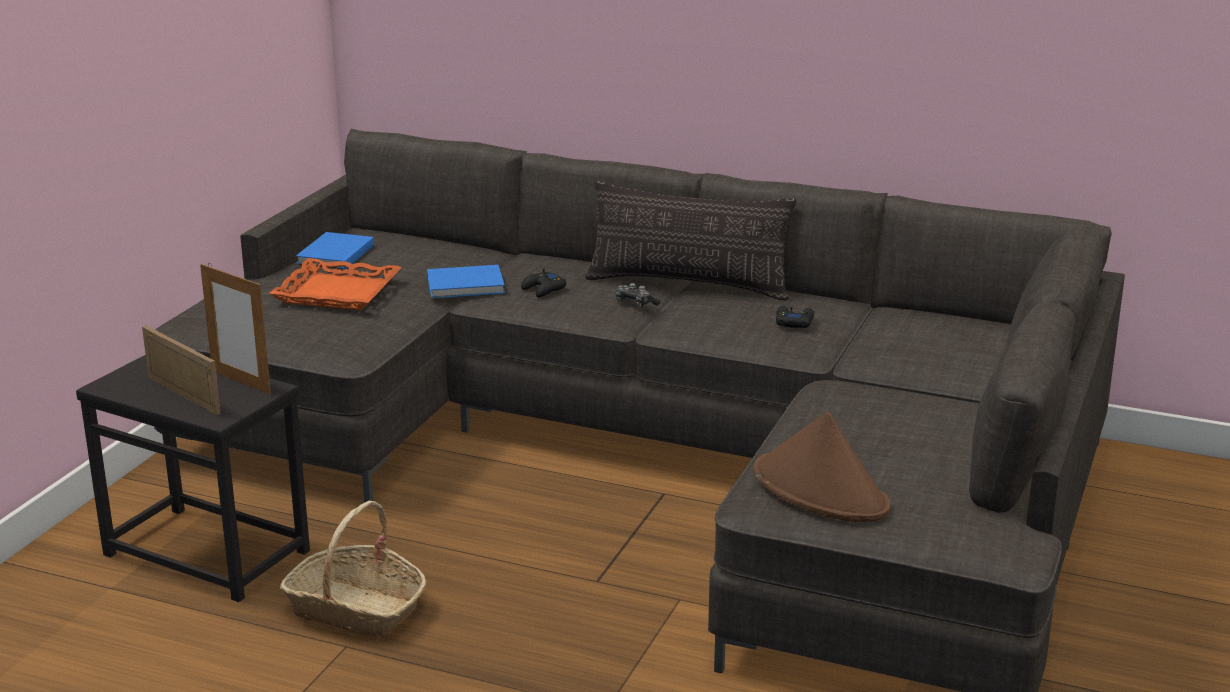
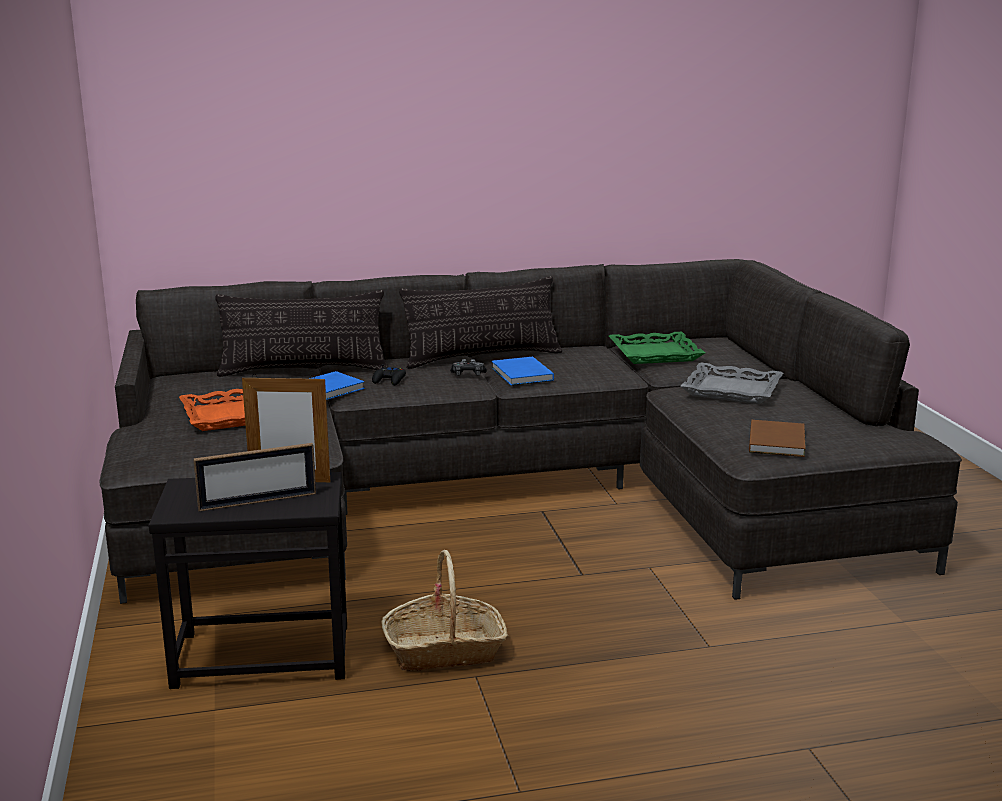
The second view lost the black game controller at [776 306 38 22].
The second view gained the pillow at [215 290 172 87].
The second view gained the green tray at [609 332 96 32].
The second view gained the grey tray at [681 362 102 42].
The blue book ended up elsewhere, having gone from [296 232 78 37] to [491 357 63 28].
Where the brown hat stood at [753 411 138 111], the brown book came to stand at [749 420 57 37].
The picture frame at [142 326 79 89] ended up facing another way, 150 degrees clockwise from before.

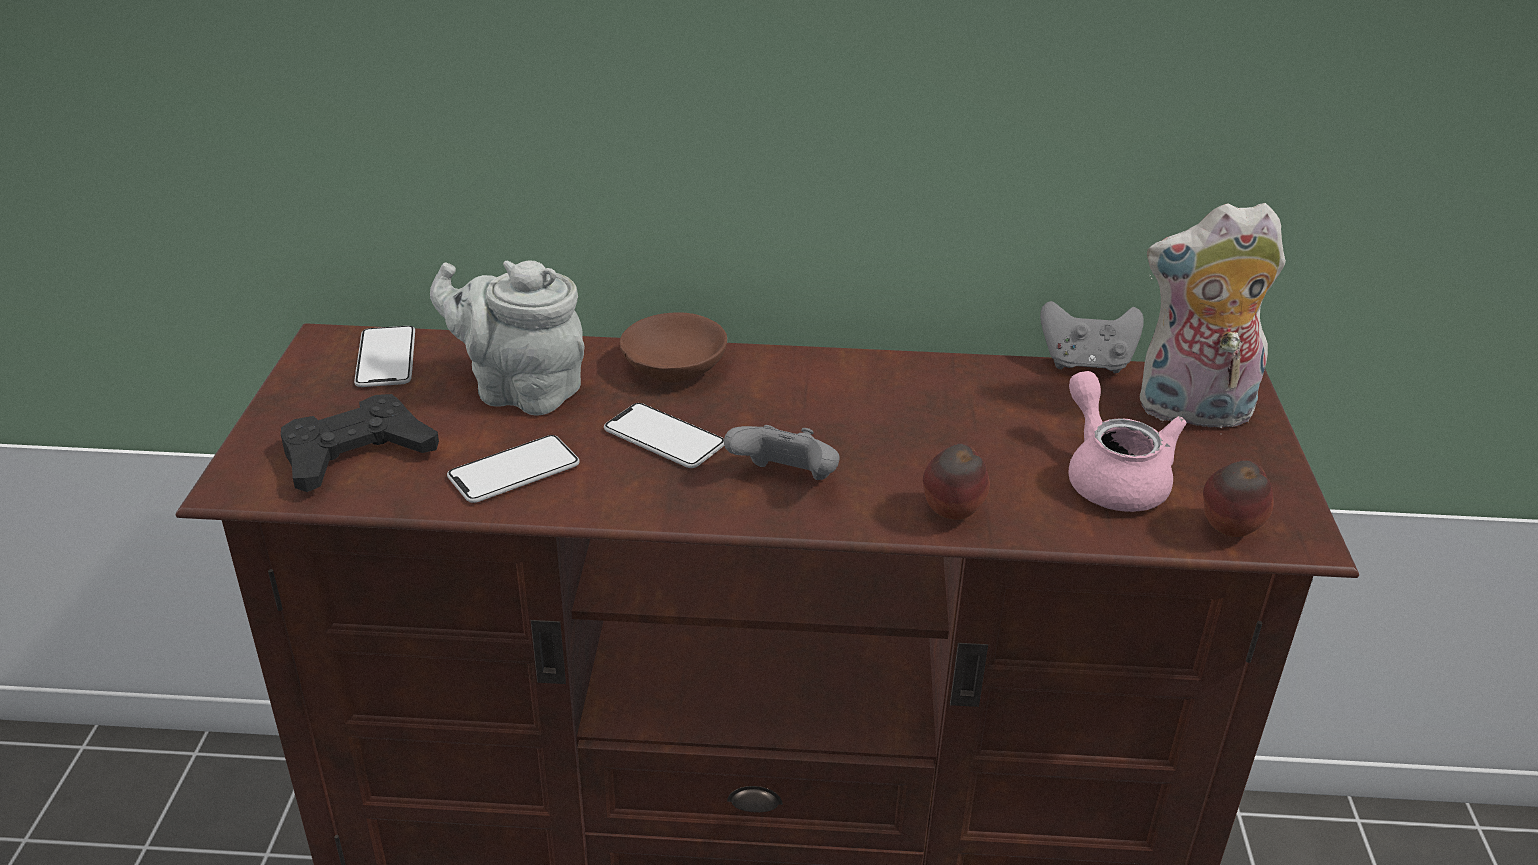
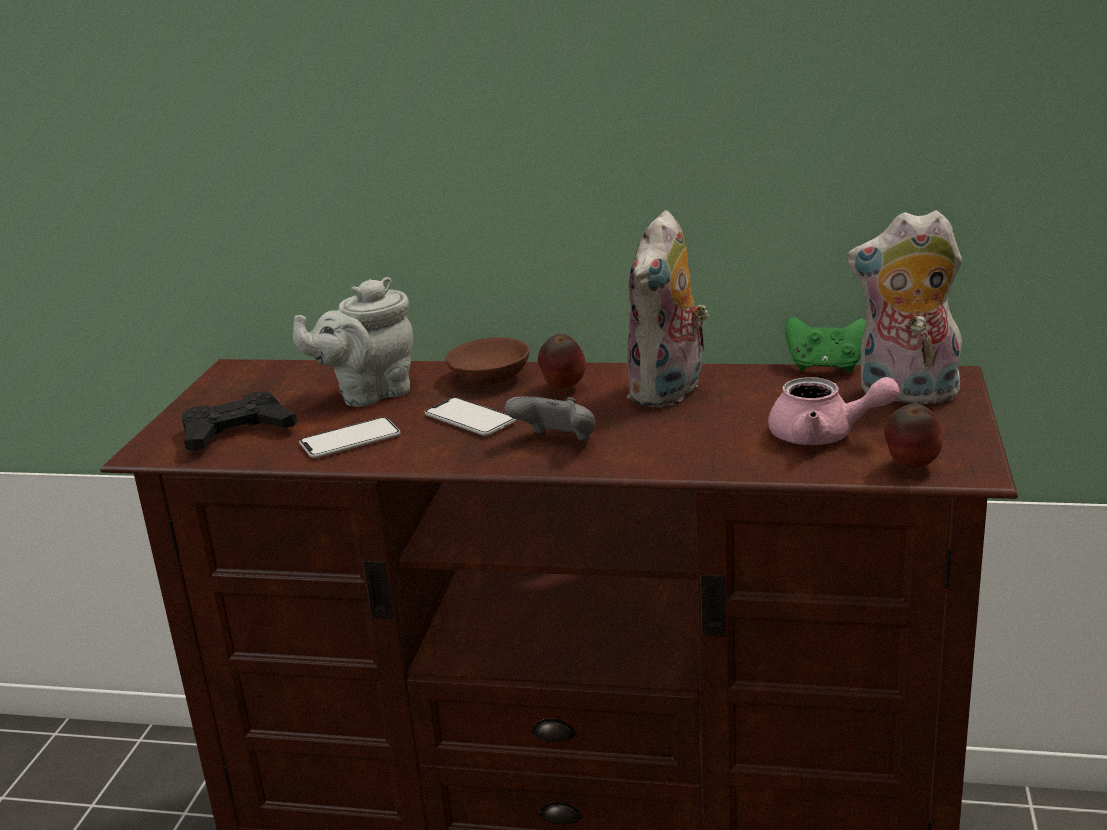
The second view lost the phone at [354 326 61 61].
The second view gained the plush toy at [627 210 82 198].
The apple ended up elsewhere, having gone from [923 443 67 77] to [538 334 48 56].
What was the grey game controller at [1040 301 104 72] turned into the green game controller at [785 317 81 56].
The grey teapot at [430 260 155 155] ended up facing another way, 60 degrees counterclockwise from before.
The pink teapot at [1068 371 119 141] ended up facing another way, 120 degrees clockwise from before.

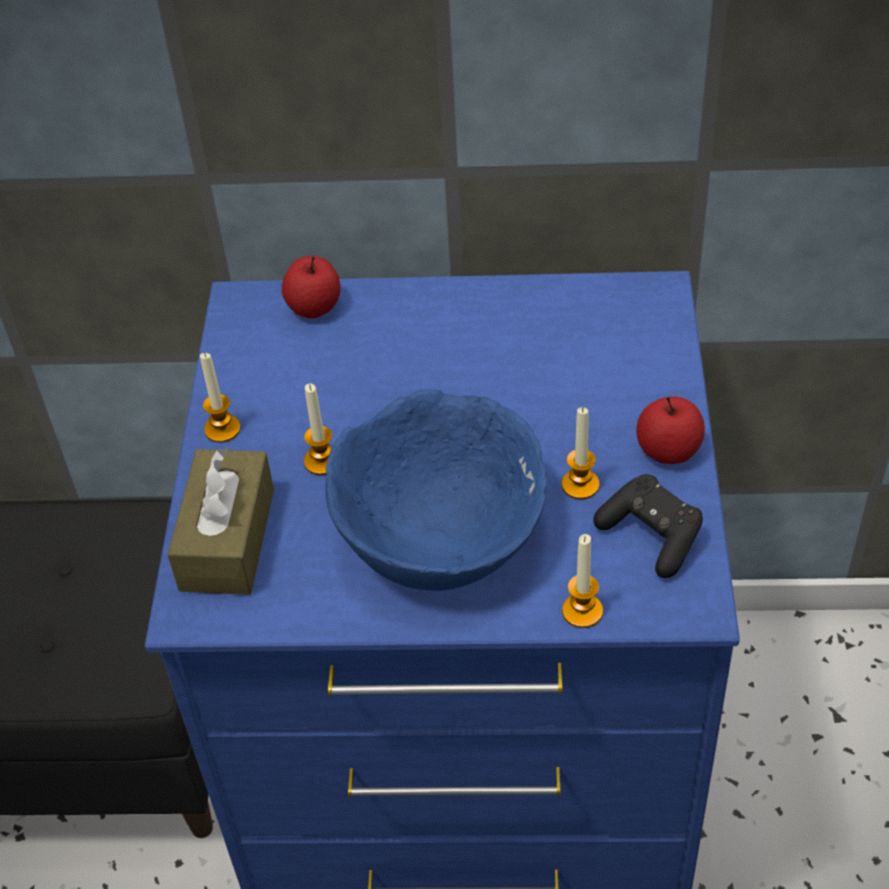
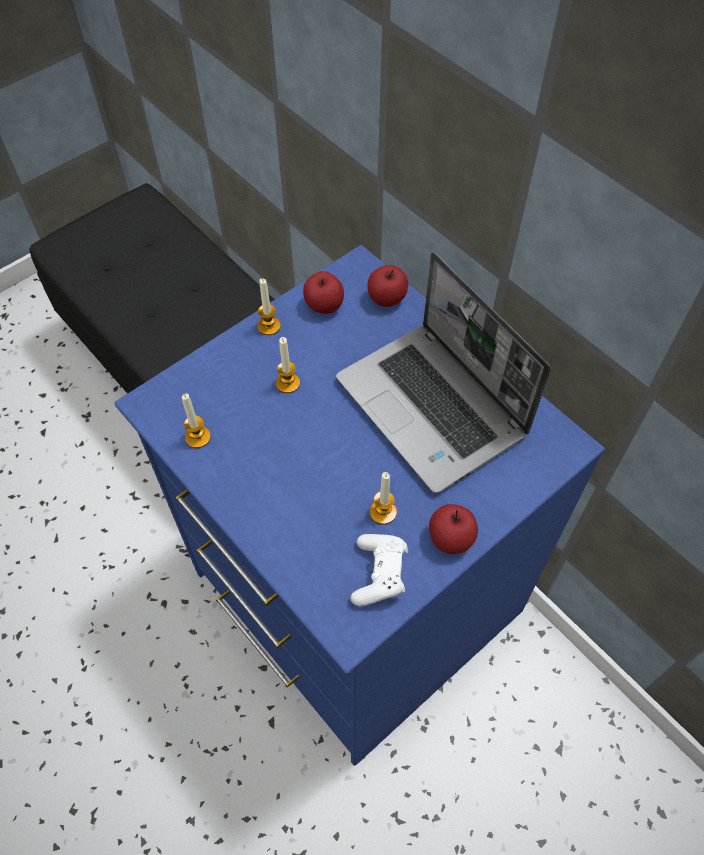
The second view lost the brown tissue box at [167 447 107 148].
The second view lost the blue bowl at [325 389 222 202].
The second view gained the apple at [303 271 41 43].
The second view gained the laptop at [336 252 215 241].
The candle ended up elsewhere, having gone from [562 534 41 94] to [182 394 29 54].
What was the black game controller at [593 474 110 104] turned into the white game controller at [350 534 58 73].

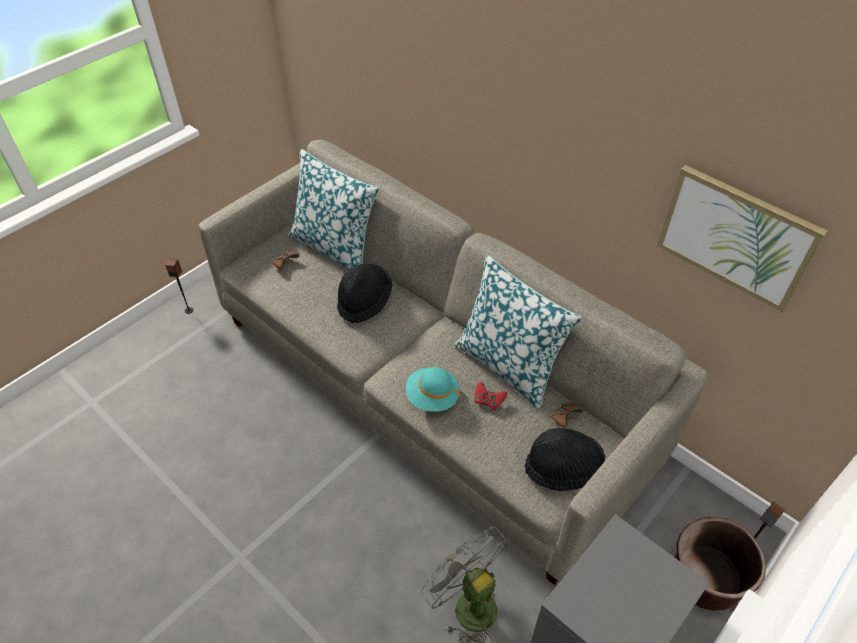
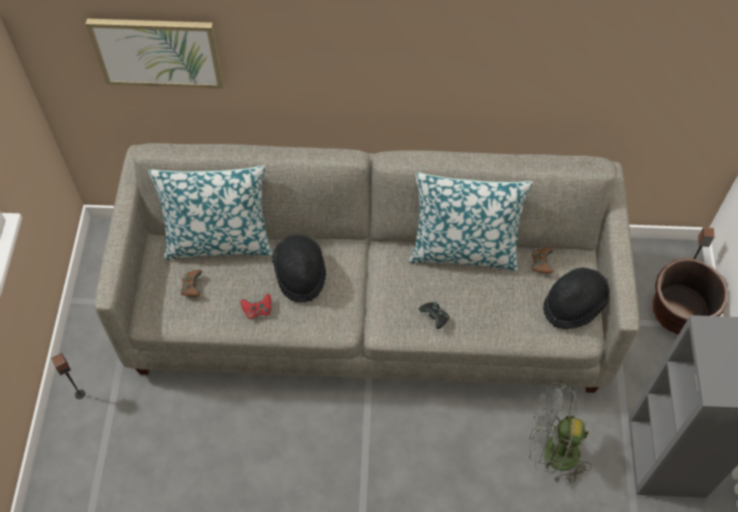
The red game controller ended up elsewhere, having gone from [475 382 32 28] to [241 294 30 25].
The picture ended up elsewhere, having gone from [657 165 171 147] to [86 19 138 70].
Where the turquoise hat stood at [406 367 54 45], the black game controller came to stand at [419 302 31 27].

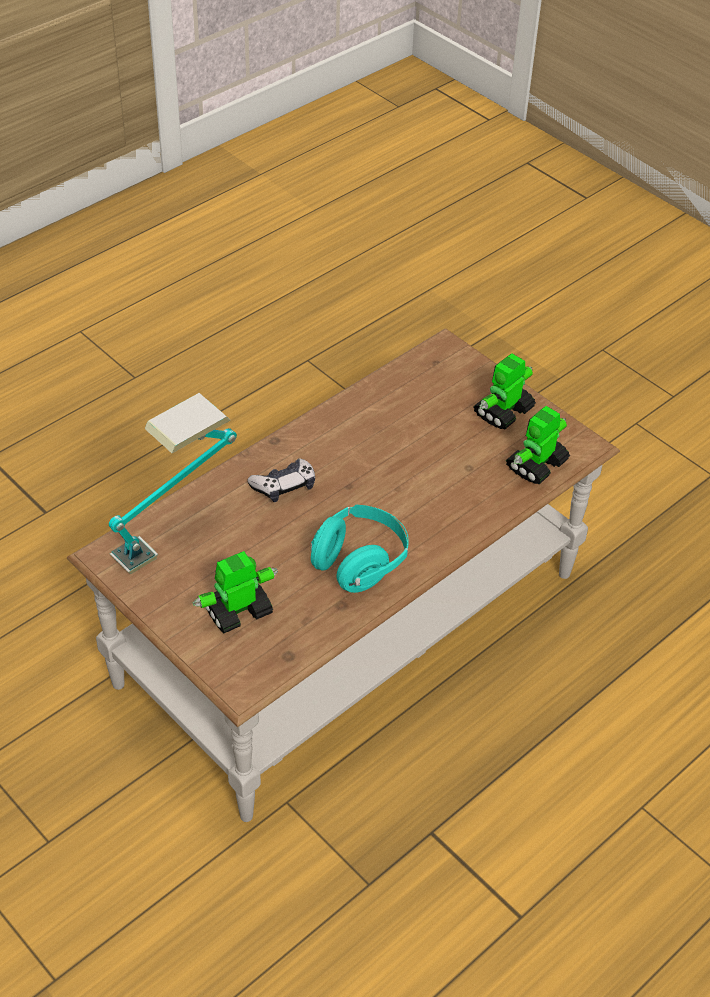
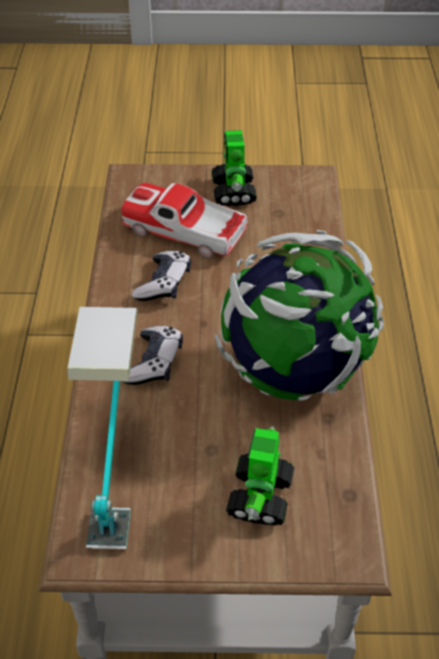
The second view lost the toy robot at [506 406 64 78].
The second view gained the toy car at [121 183 127 75].
The second view gained the game controller at [132 251 59 50].
Where the turquoise headphones stood at [311 505 98 88], the globe came to stand at [214 230 170 171].

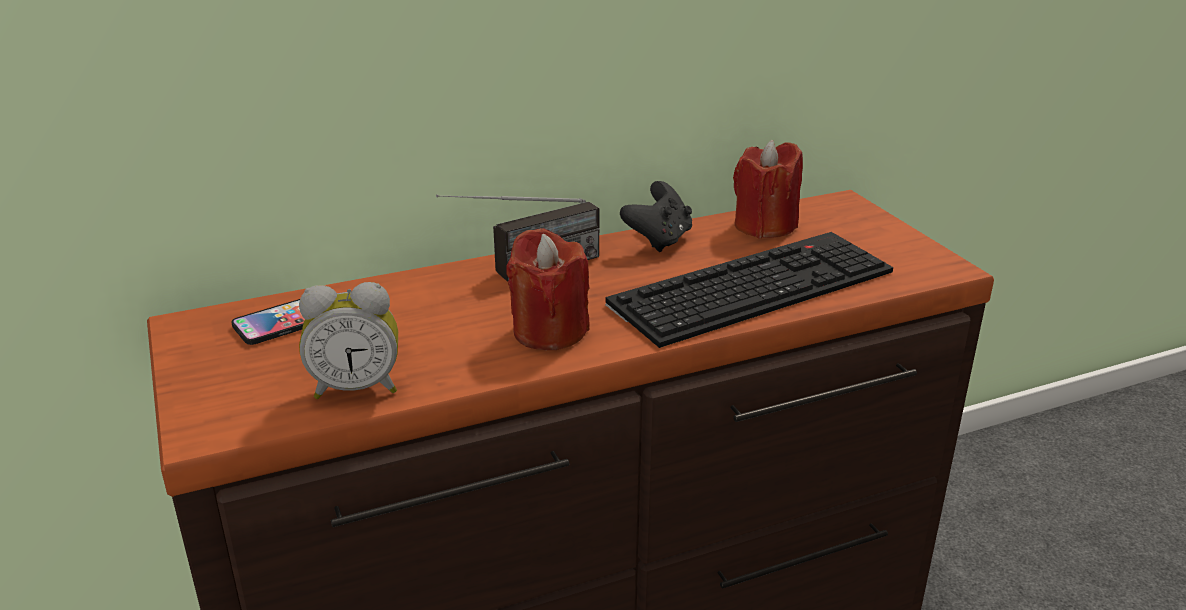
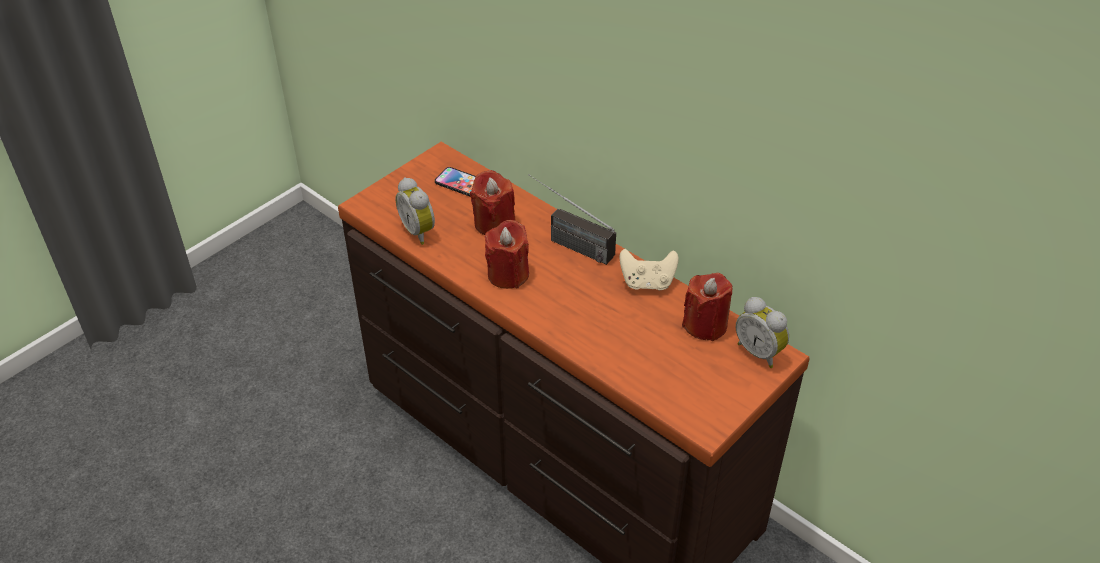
The second view lost the keyboard at [605 232 288 116].
The second view gained the red candle at [470 170 46 65].
The second view gained the alarm clock at [736 297 53 71].
What was the black game controller at [620 181 72 71] turned into the beige game controller at [619 249 59 41].

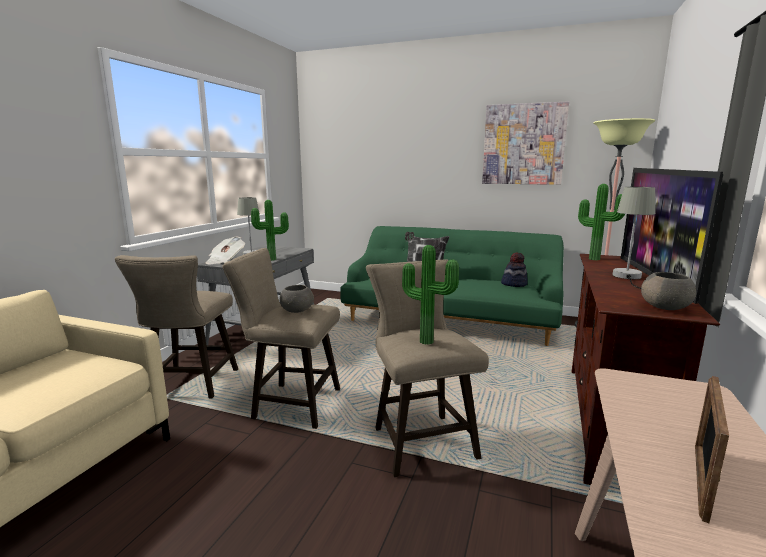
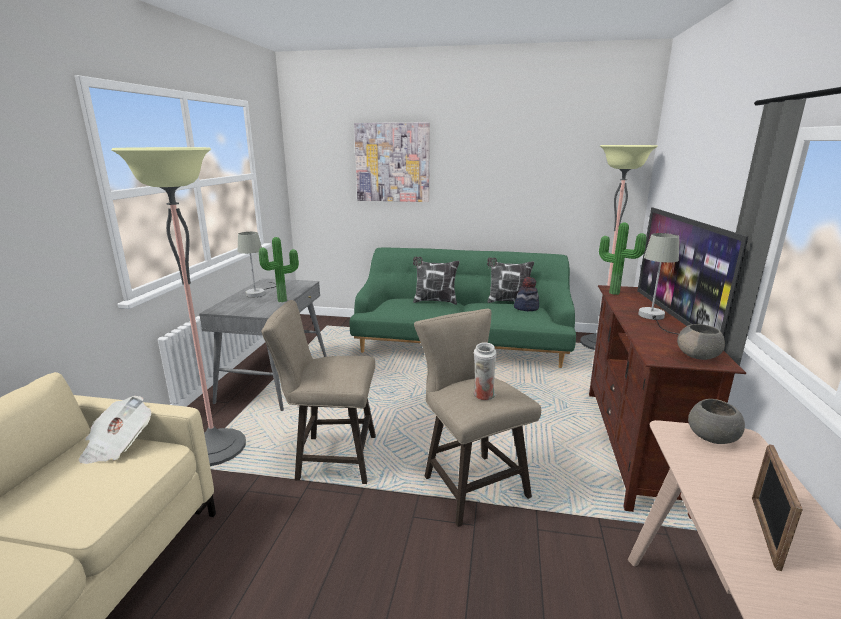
The second view gained the pillow at [487 257 47 46].
The newspaper ended up elsewhere, having gone from [205 237 40 27] to [78 396 73 68].
The grey bowl ended up elsewhere, having gone from [280 285 34 28] to [688 399 57 45].
The picture ended up elsewhere, having gone from [482 101 87 84] to [354 123 76 79].
Where the beige stool stood at [115 255 123 143], the floor lamp came to stand at [112 147 134 319].
Where the potted plant stood at [402 245 57 100], the white vase came to stand at [474 342 23 58].

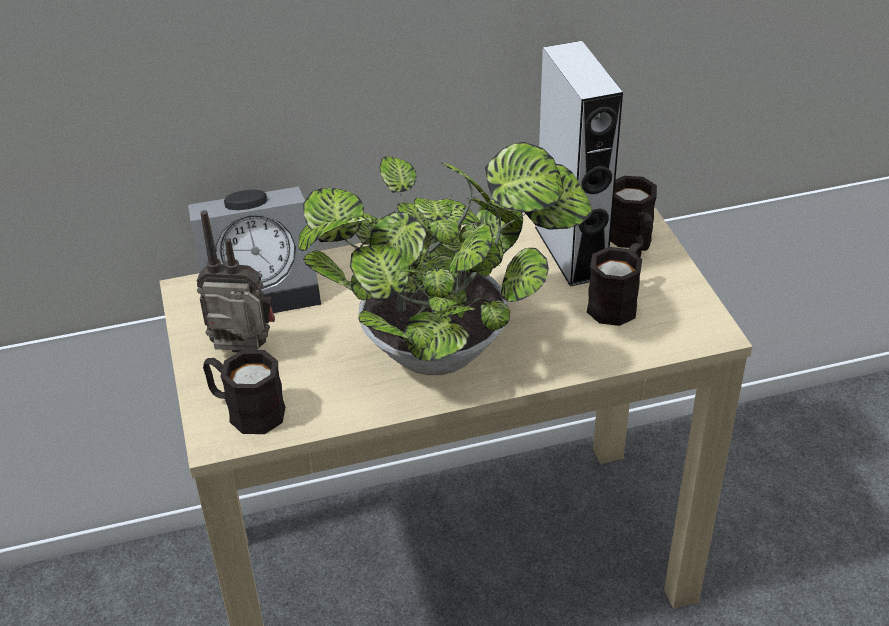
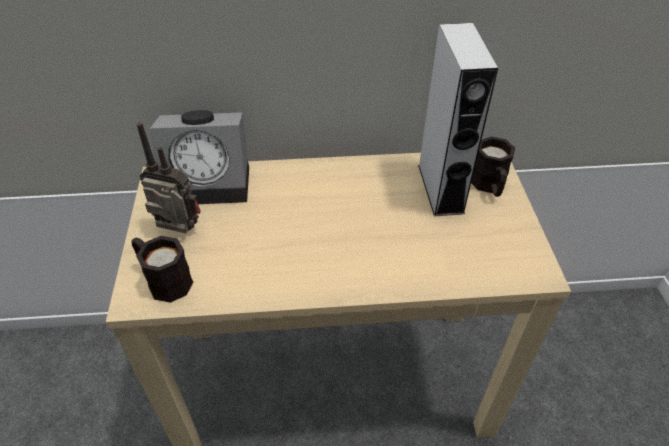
The second view lost the potted plant at [299 142 293 233].
The second view lost the black mug at [587 243 55 83].

